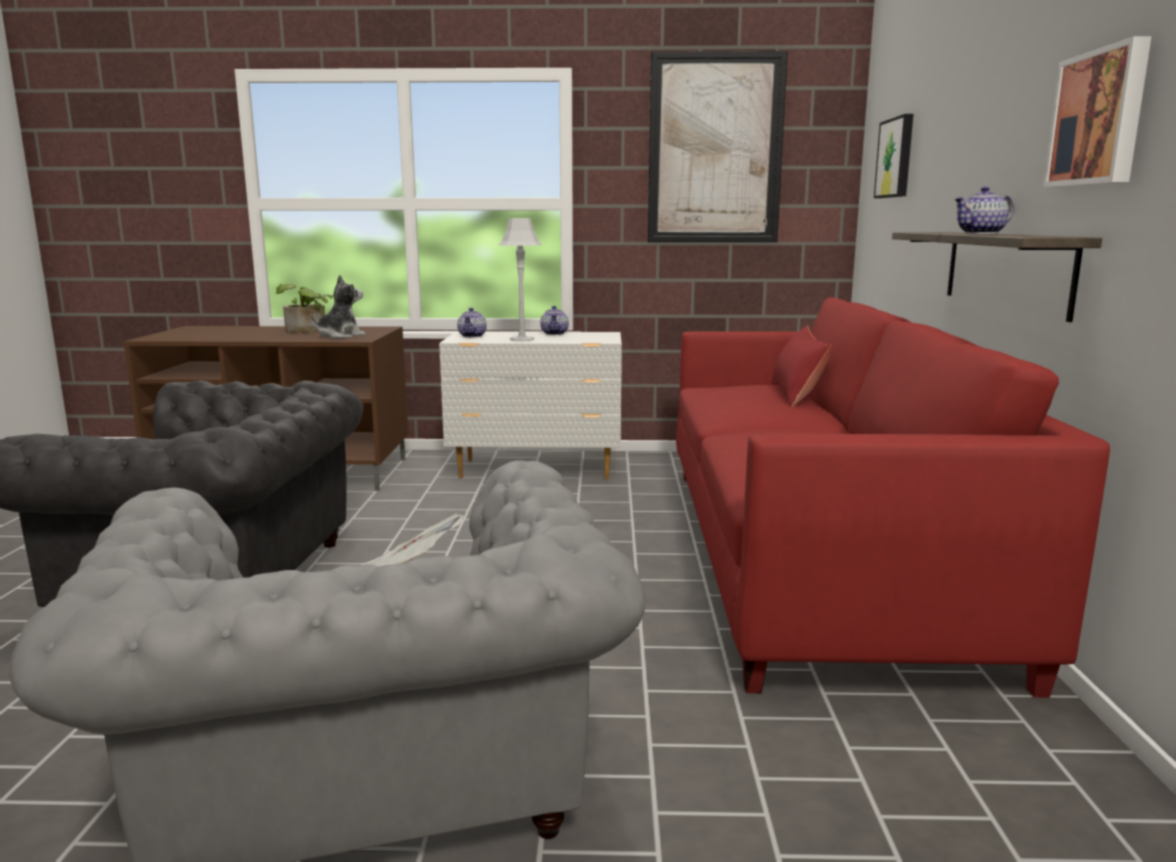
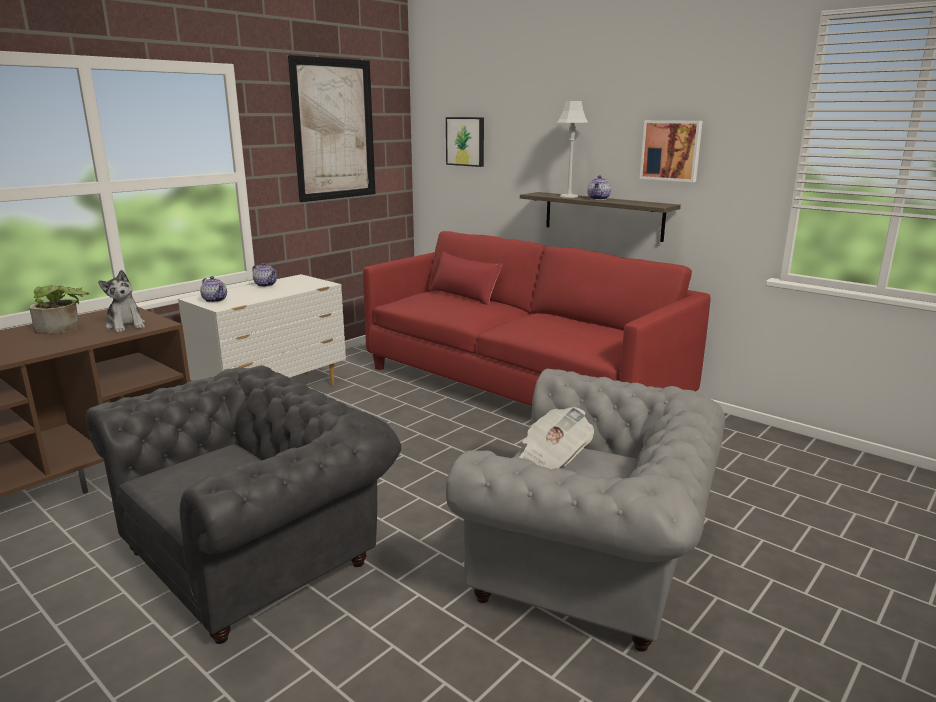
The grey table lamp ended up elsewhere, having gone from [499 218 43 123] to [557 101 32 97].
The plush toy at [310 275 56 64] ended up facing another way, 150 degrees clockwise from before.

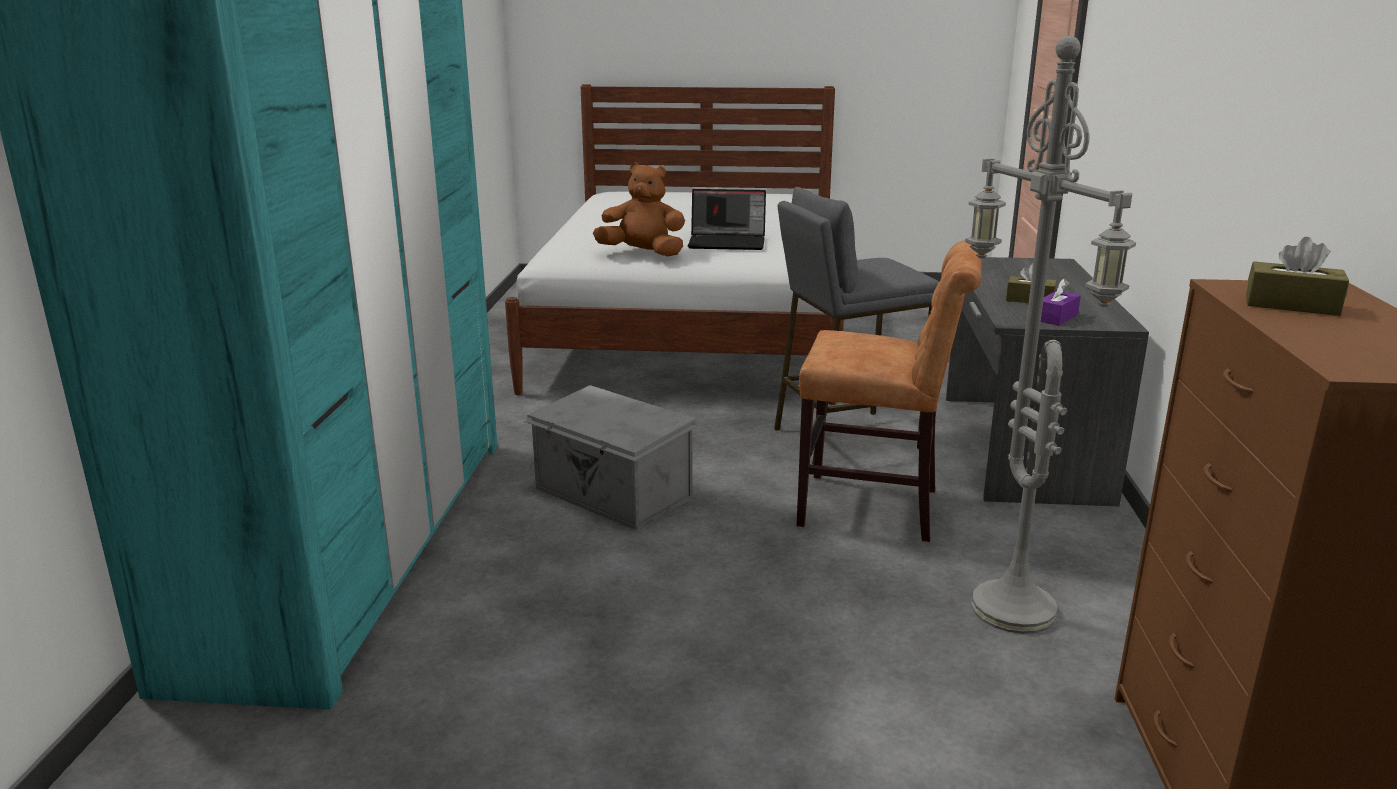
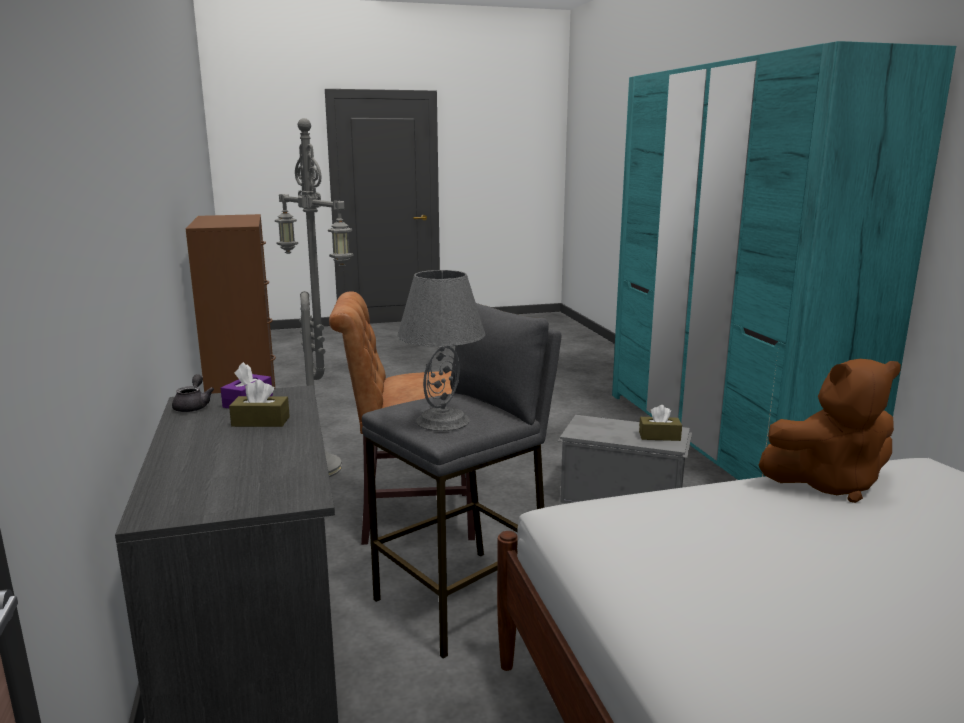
The second view lost the laptop at [688 189 78 61].
The second view gained the grey teapot at [172 374 42 38].
The second view gained the grey table lamp at [397 270 88 161].
The brown tissue box ended up elsewhere, having gone from [1246 237 103 79] to [639 405 43 36].

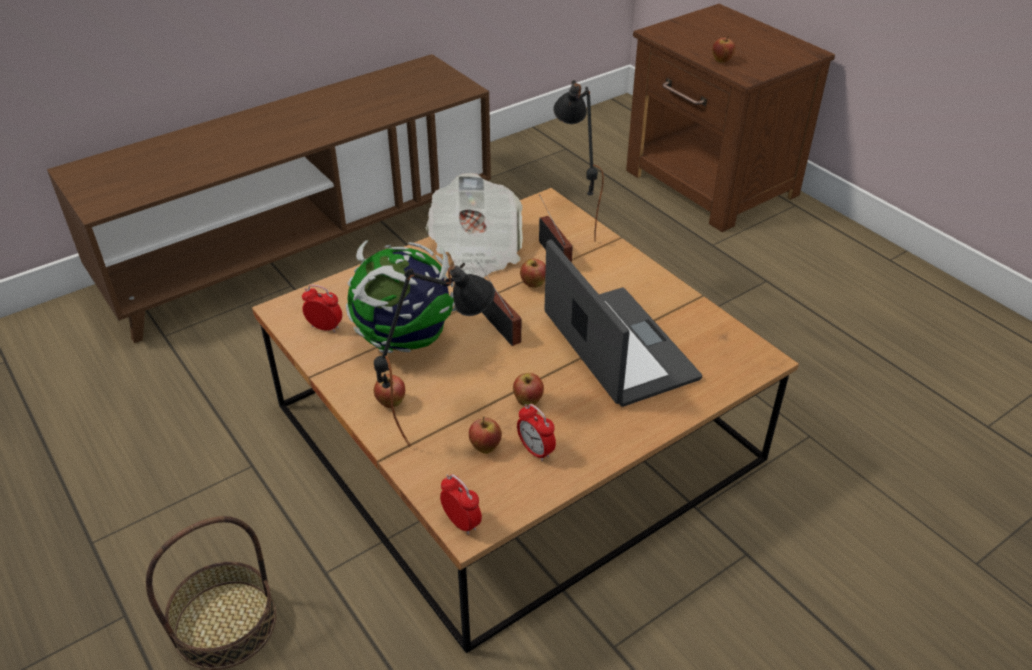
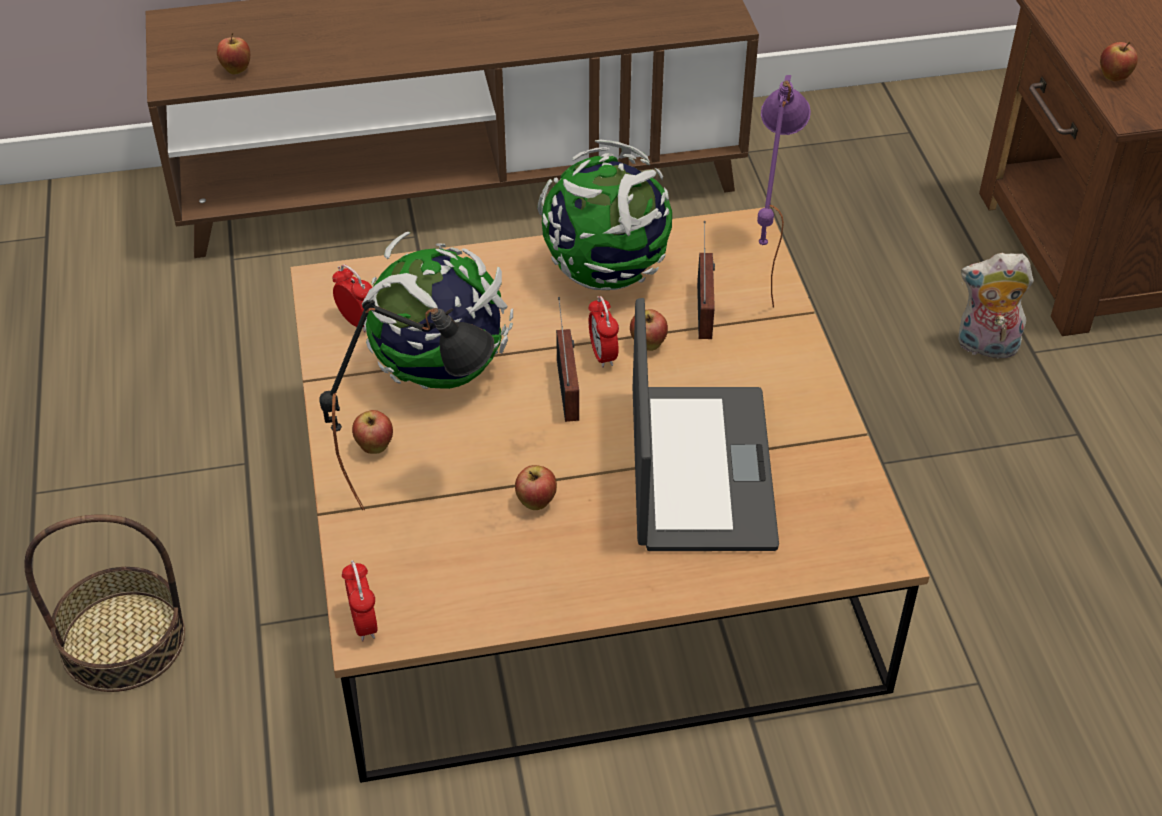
The second view gained the plush toy at [958 253 76 106].
The apple ended up elsewhere, having gone from [469 417 33 37] to [217 33 33 41].
The alarm clock ended up elsewhere, having gone from [517 404 39 57] to [588 296 31 72].
Where the newspaper stood at [426 173 97 105], the globe came to stand at [537 139 135 151].
What was the black table lamp at [553 80 51 161] turned into the purple table lamp at [757 75 54 233].

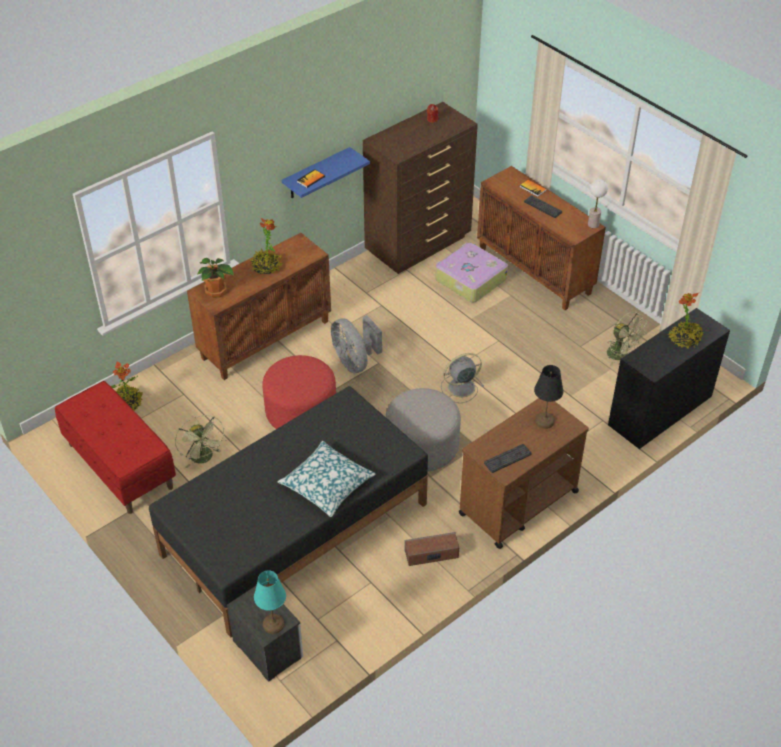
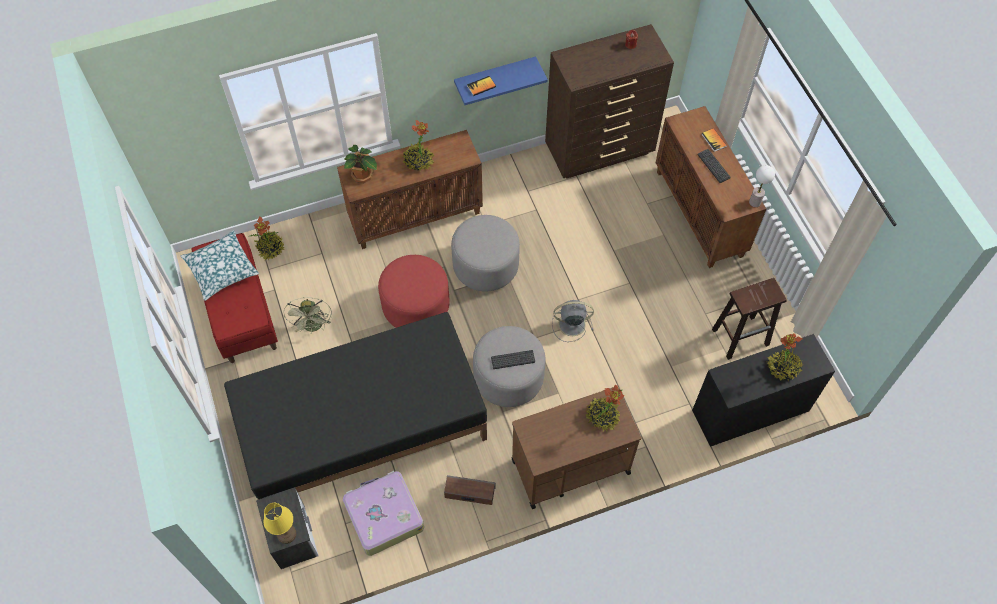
The pillow ended up elsewhere, having gone from [277 440 99 77] to [180 230 79 71].
The suitcase ended up elsewhere, having gone from [435 243 73 60] to [343 471 81 85].
The keyboard ended up elsewhere, having gone from [484 444 48 29] to [491 350 44 19].
Where the grey fan stood at [331 315 51 58], the grey ottoman came to stand at [451 215 69 77].
Where the black table lamp stood at [534 365 29 64], the potted plant came to stand at [585 385 39 46].
Where the green fan stood at [607 312 41 54], the brown stool came to stand at [712 278 75 82].
What was the turquoise table lamp at [254 570 32 64] turned into the yellow table lamp at [264 503 32 41].

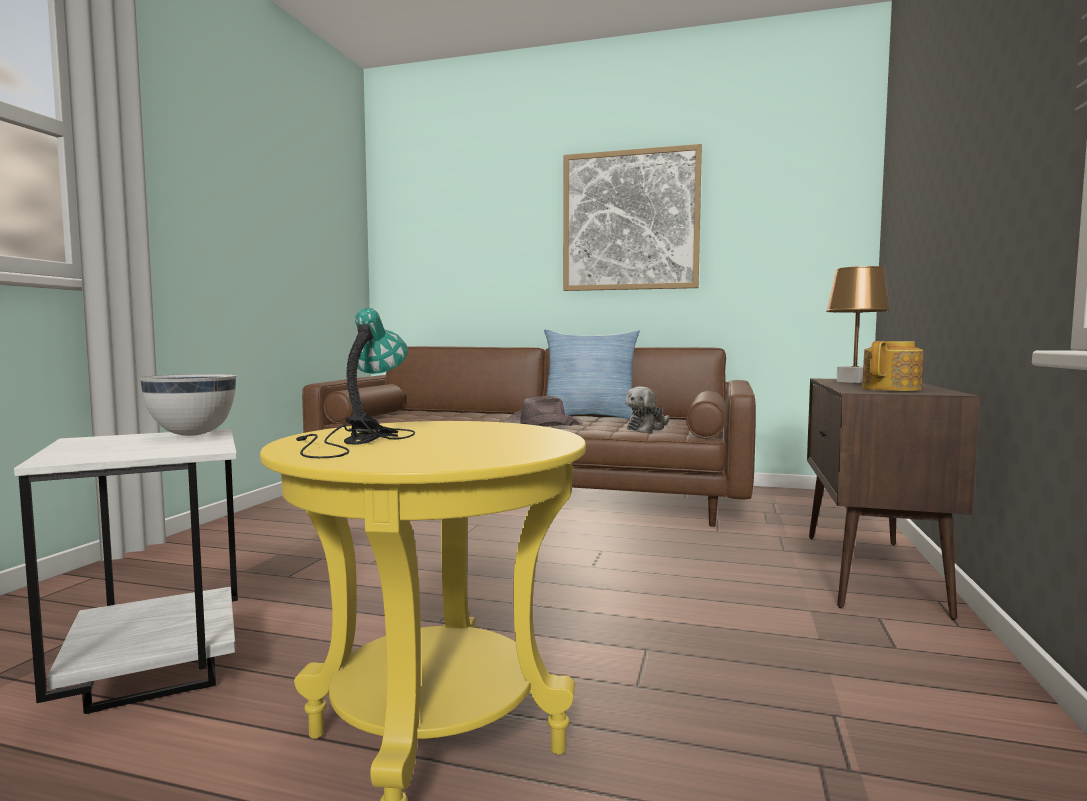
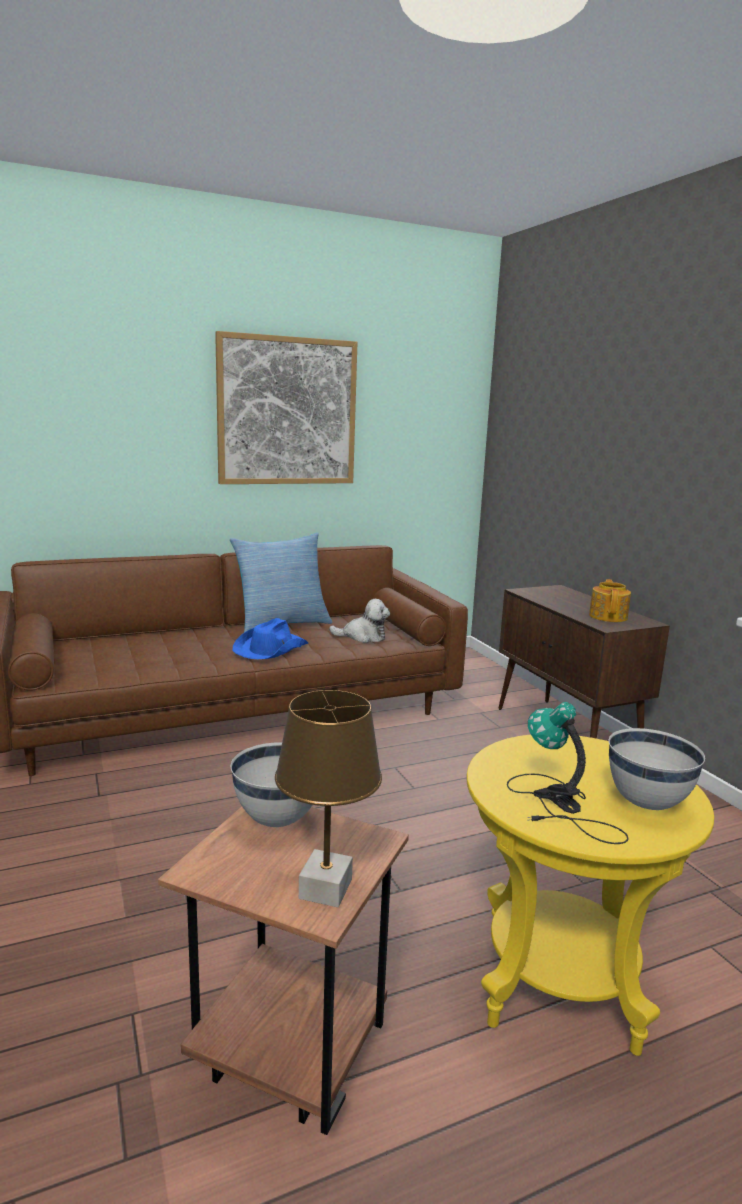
The second view gained the white bowl at [609 728 96 82].
The brown table lamp ended up elsewhere, having gone from [826 266 65 117] to [275 690 107 217].
What was the white side table at [14 429 224 285] turned into the brown side table at [158 806 251 329].
What was the brown hat at [504 396 79 31] turned into the blue hat at [232 618 76 41].
The plush toy at [625 386 45 46] ended up facing another way, 90 degrees counterclockwise from before.

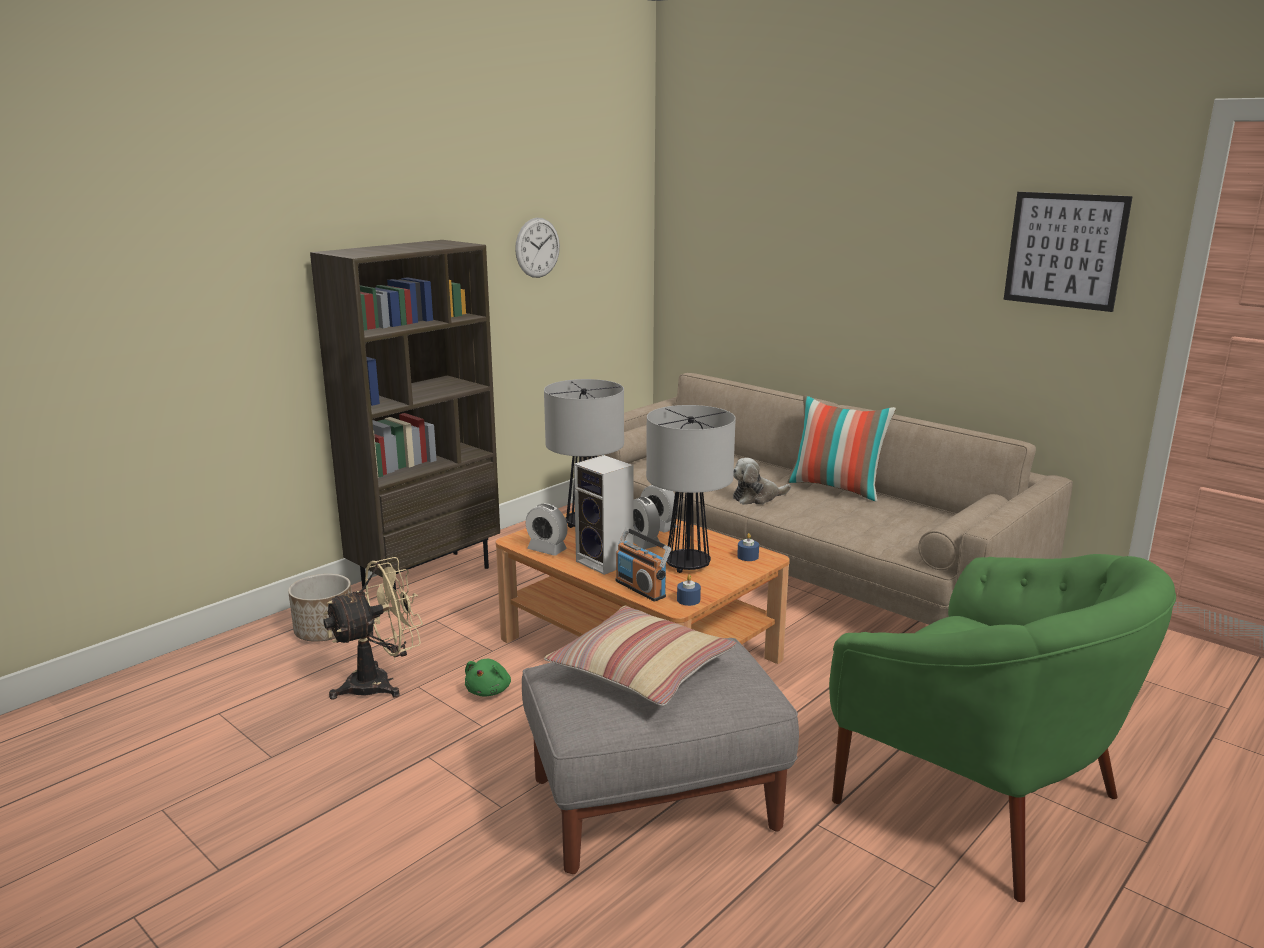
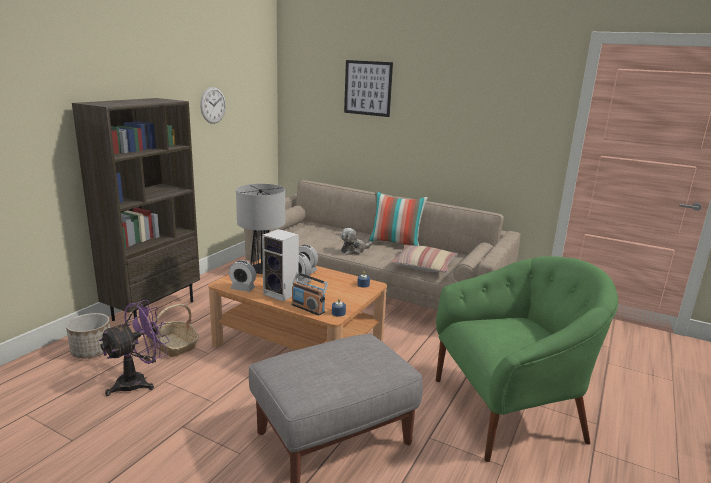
The second view lost the green plush toy at [465 659 46 38].
The second view lost the table lamp at [646 405 90 168].
The second view gained the basket at [145 304 54 53].
The pillow ended up elsewhere, having gone from [544 606 193 100] to [390 245 68 28].
The picture ended up elsewhere, having gone from [1004 192 129 120] to [344 60 49 57].
What was the beige fan at [323 557 100 143] turned into the purple fan at [99 300 70 96].
The green armchair at [829 554 347 348] ended up facing another way, 45 degrees counterclockwise from before.

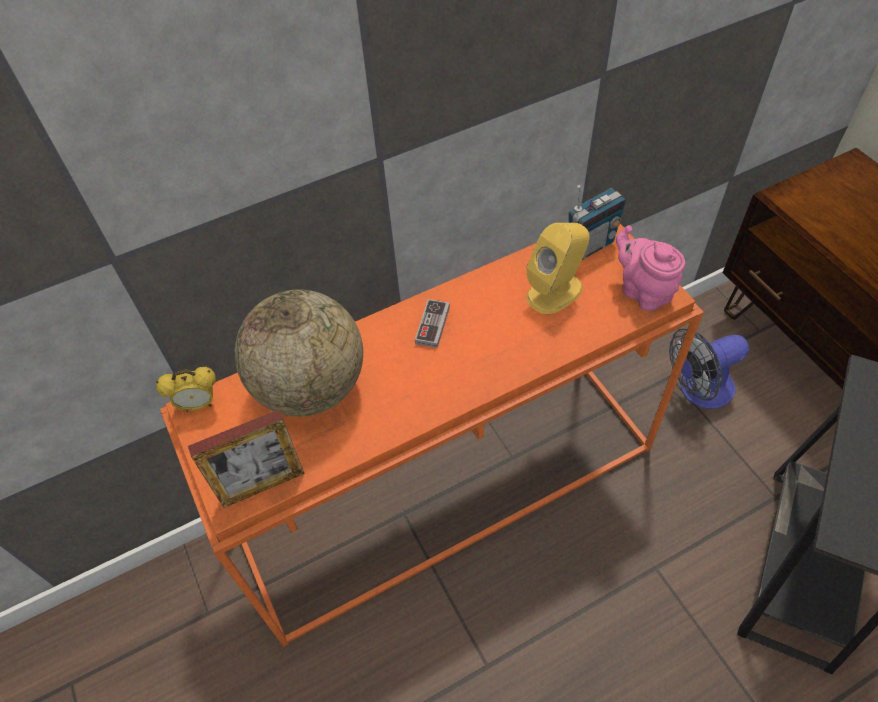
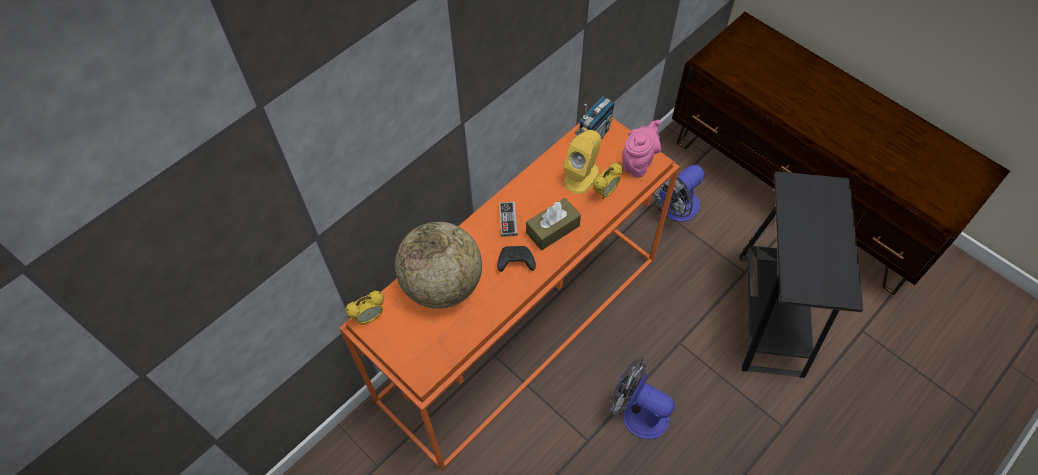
The second view lost the picture frame at [188 409 117 99].
The second view gained the black game controller at [497 246 39 26].
The second view gained the brown tissue box at [526 198 55 52].
The second view gained the alarm clock at [593 163 30 36].
The second view gained the fan at [609 358 66 81].
The pink teapot at [616 225 69 86] ended up facing another way, 90 degrees clockwise from before.

